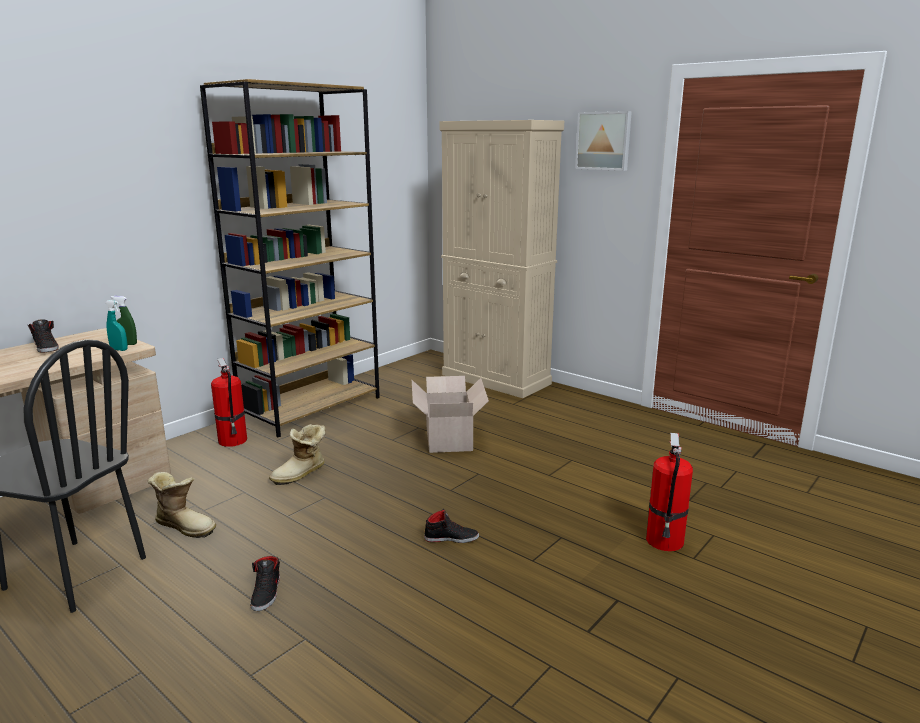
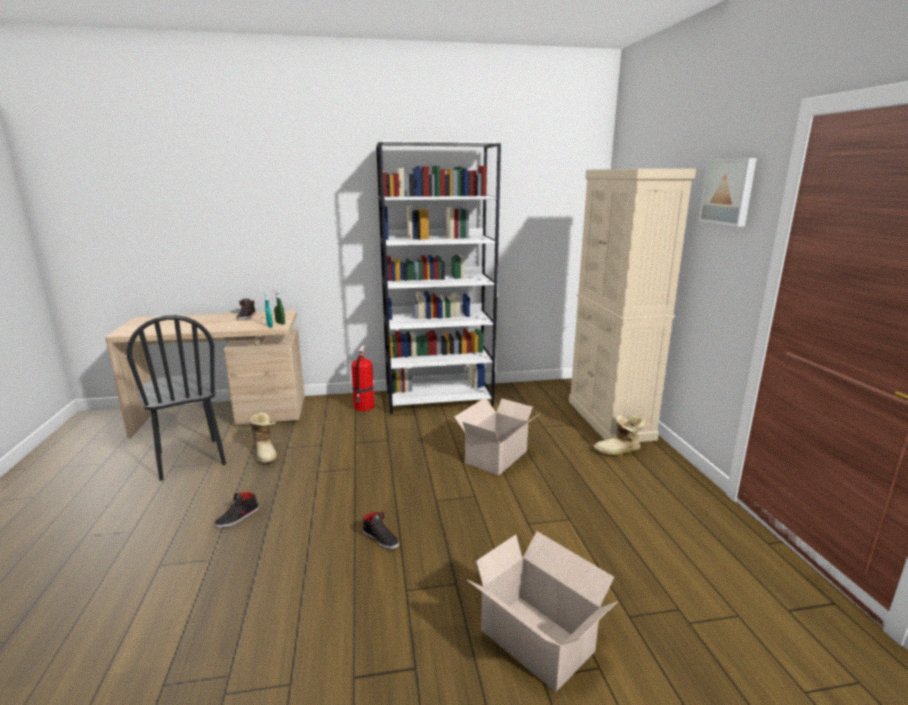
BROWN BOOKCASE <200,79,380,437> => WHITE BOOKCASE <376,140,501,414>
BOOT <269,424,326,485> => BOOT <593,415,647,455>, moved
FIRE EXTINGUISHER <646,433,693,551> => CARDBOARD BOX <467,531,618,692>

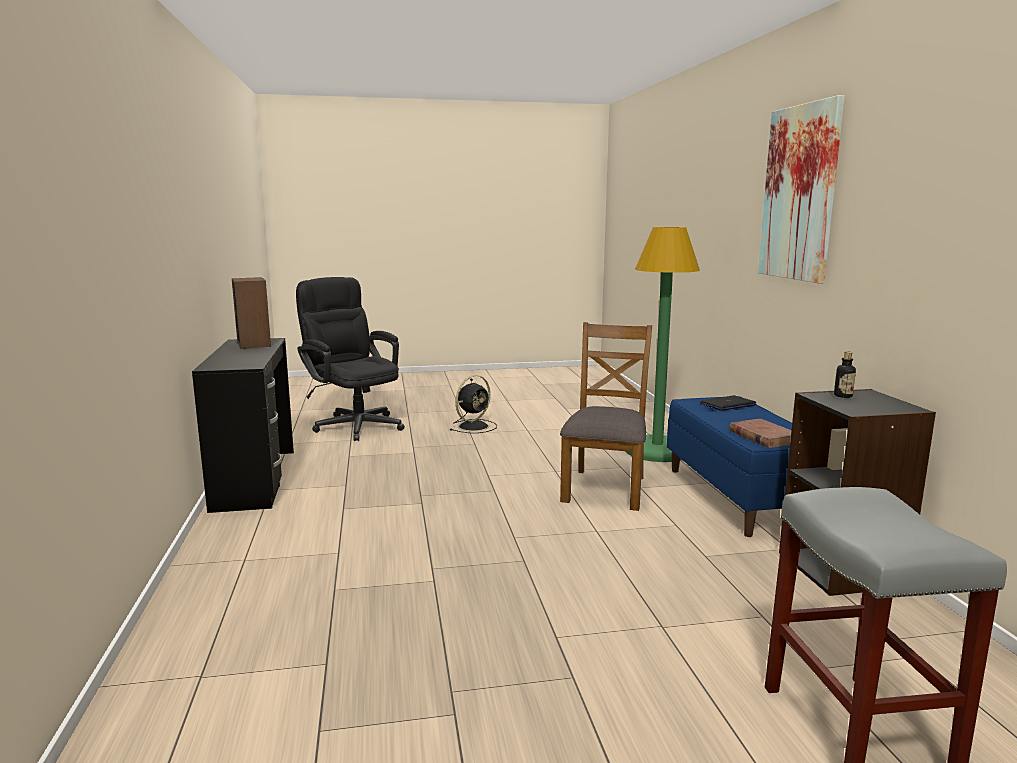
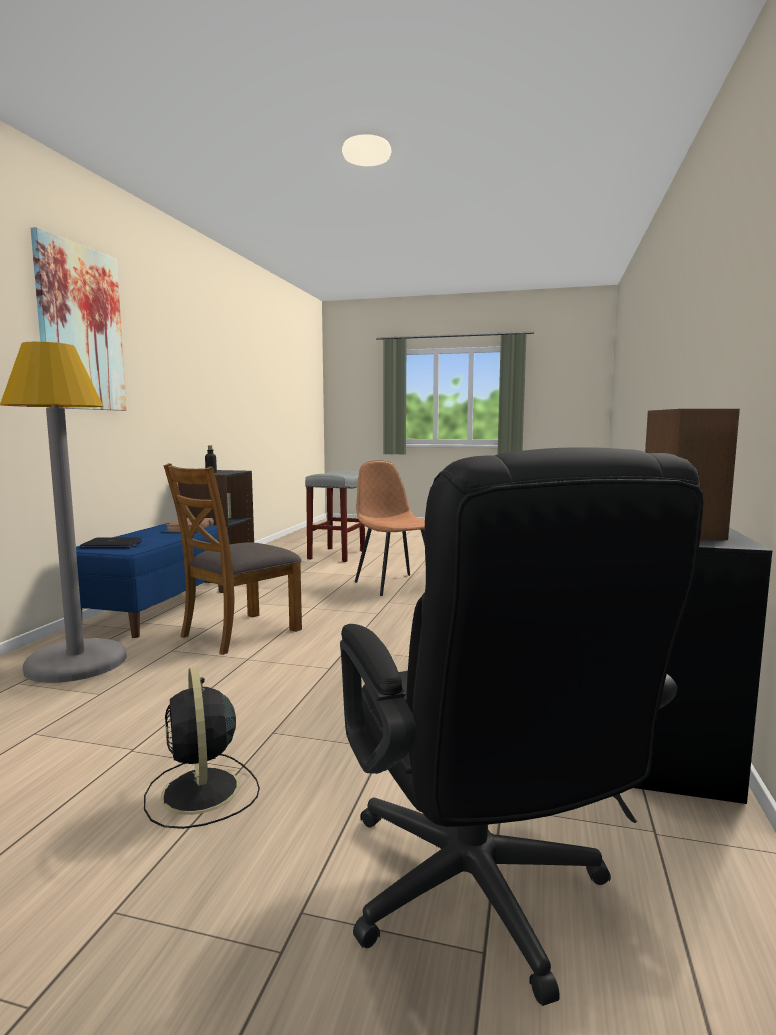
BLACK FAN <450,375,497,433> => BLACK FAN <144,667,260,829>, 90 degrees counterclockwise
GREEN FLOOR LAMP <625,227,700,462> => GREY FLOOR LAMP <0,342,127,683>
nothing => BROWN CHAIR <355,460,425,596>

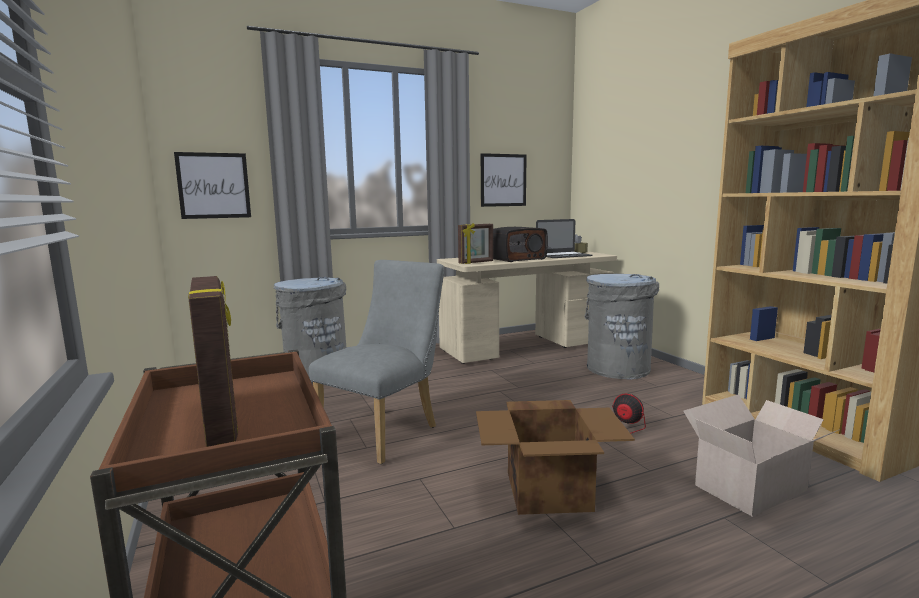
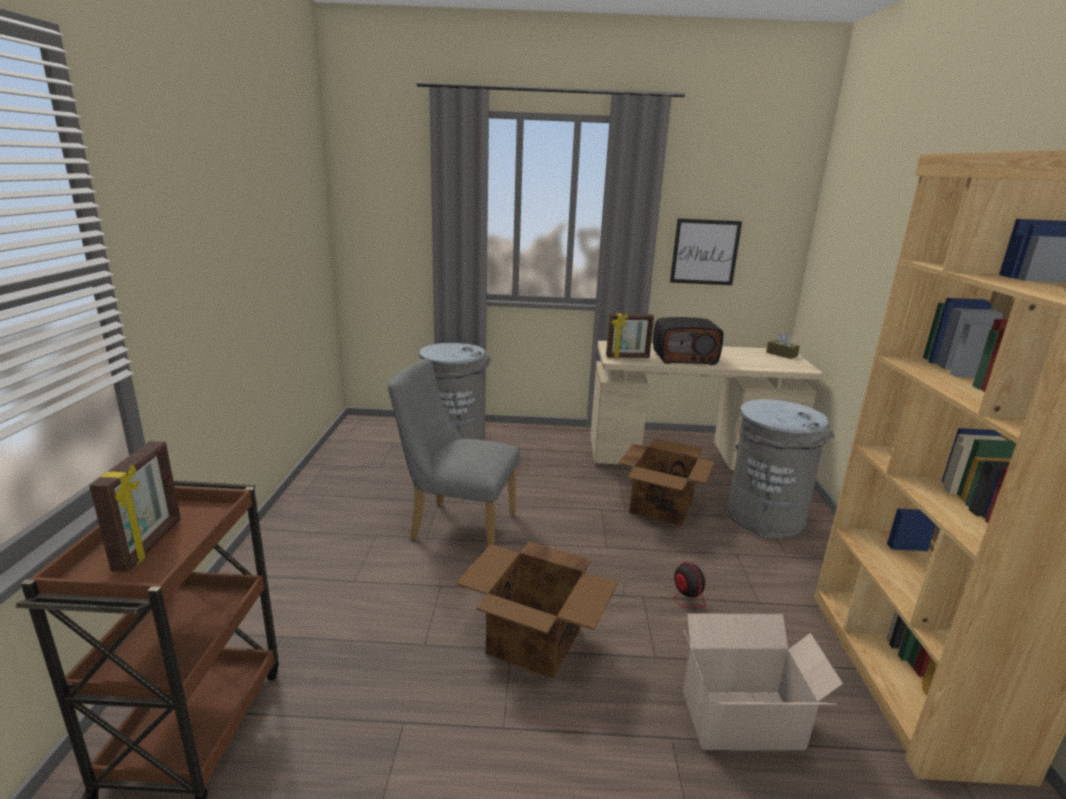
PICTURE <174,152,251,219> => nothing
GREY CHAIR <309,260,444,464> => GREY CHAIR <388,358,520,548>, 135 degrees counterclockwise
LAPTOP <536,219,592,258> => nothing
nothing => CARDBOARD BOX <619,438,715,526>

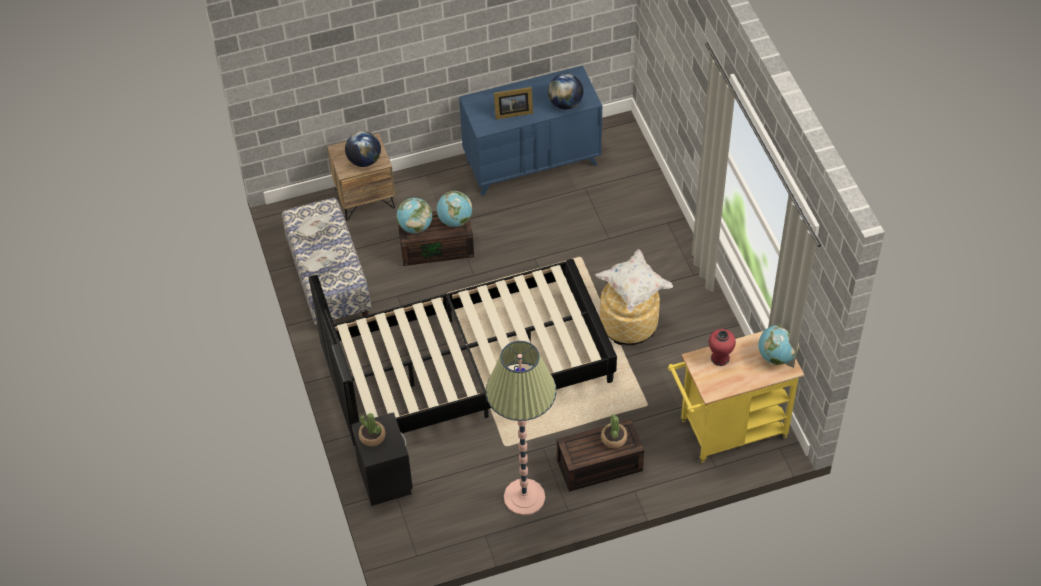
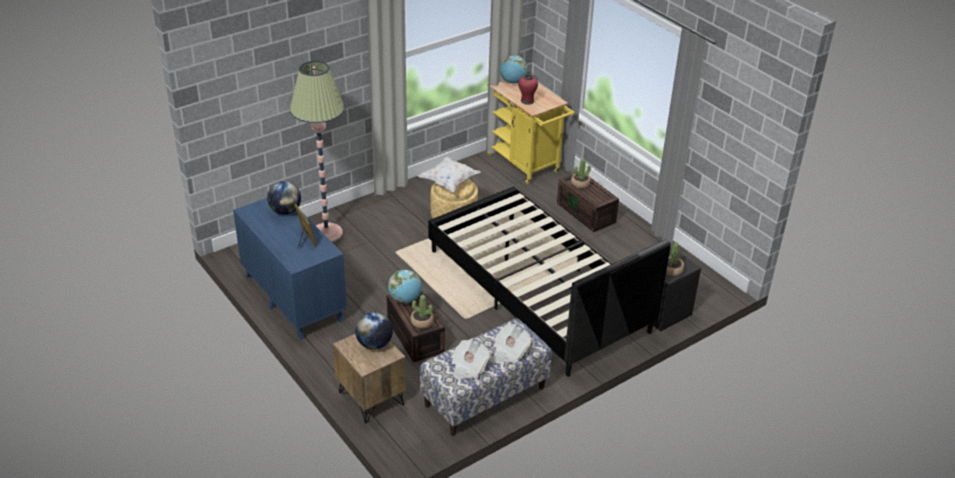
GLOBE <397,198,432,233> => POTTED PLANT <411,295,434,329>
FLOOR LAMP <486,341,557,516> => FLOOR LAMP <290,61,344,242>, moved

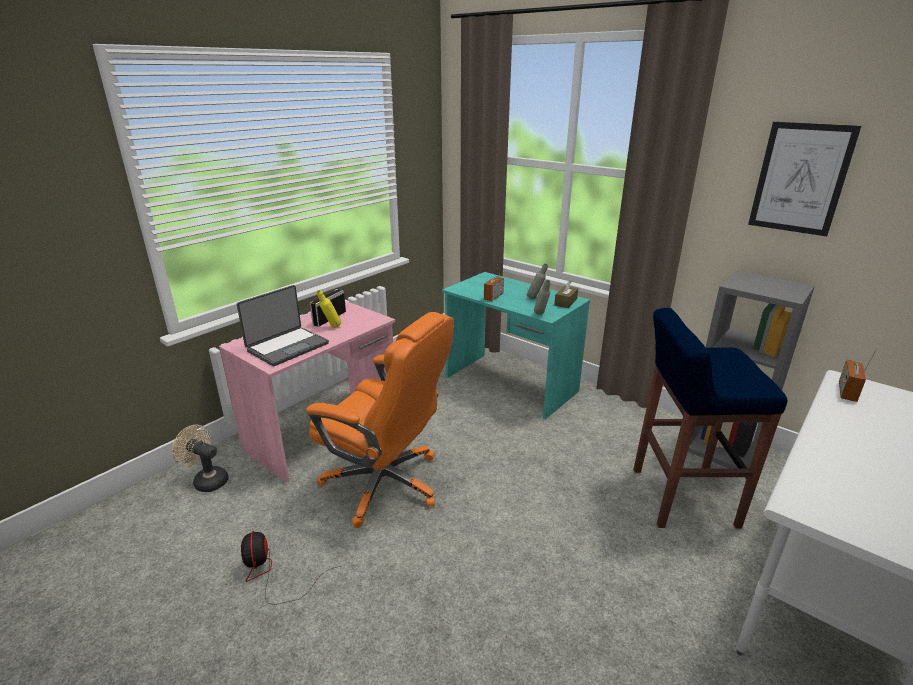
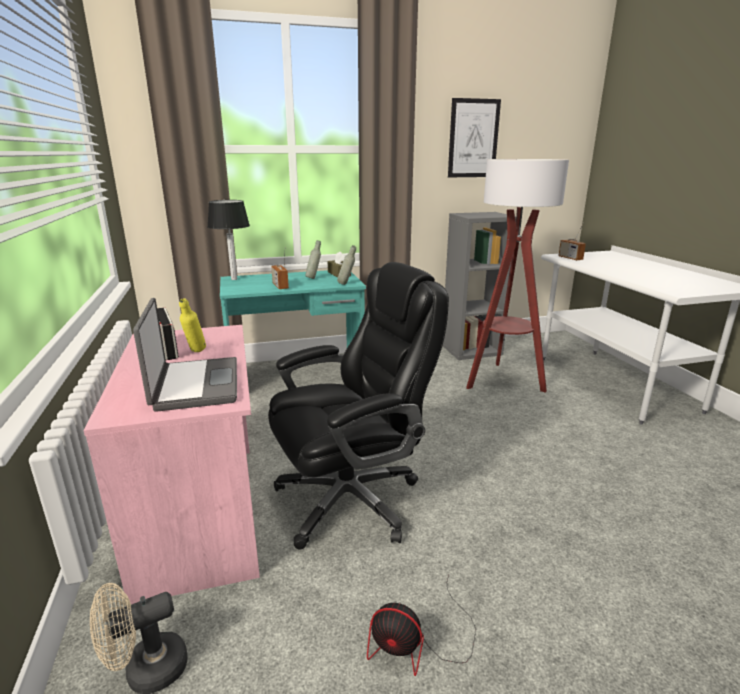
ORANGE OFFICE CHAIR <306,312,454,528> => BLACK OFFICE CHAIR <268,262,449,549>
BLUE STOOL <633,308,787,529> => FLOOR LAMP <466,159,569,393>
nothing => TABLE LAMP <207,200,250,280>

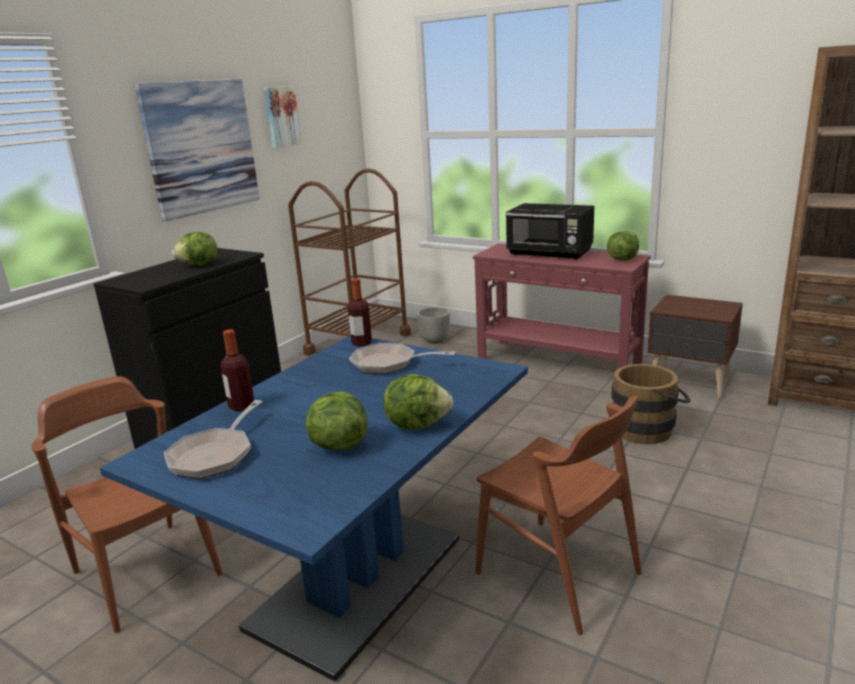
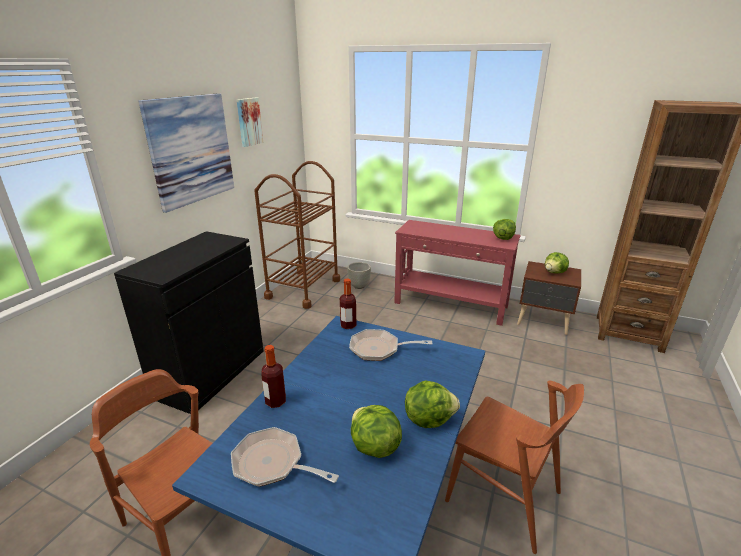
FRYING PAN <164,400,262,479> => FRYING PAN <231,427,339,487>, 105 degrees clockwise
LETTUCE <172,232,217,266> => LETTUCE <545,252,569,274>, moved
BLACK MICROWAVE <505,203,594,260> => nothing
BROWN BUCKET <611,364,691,444> => nothing

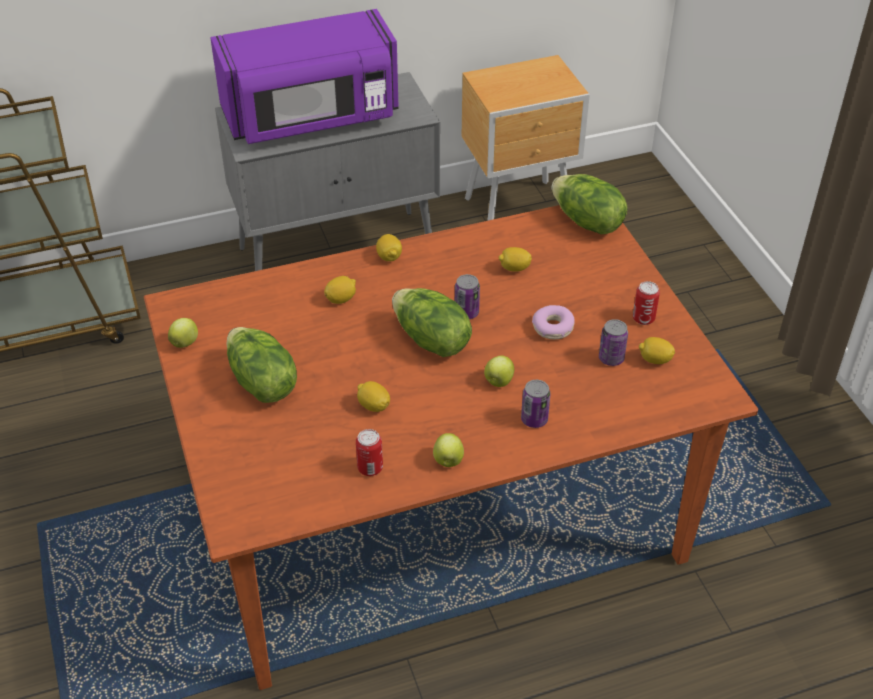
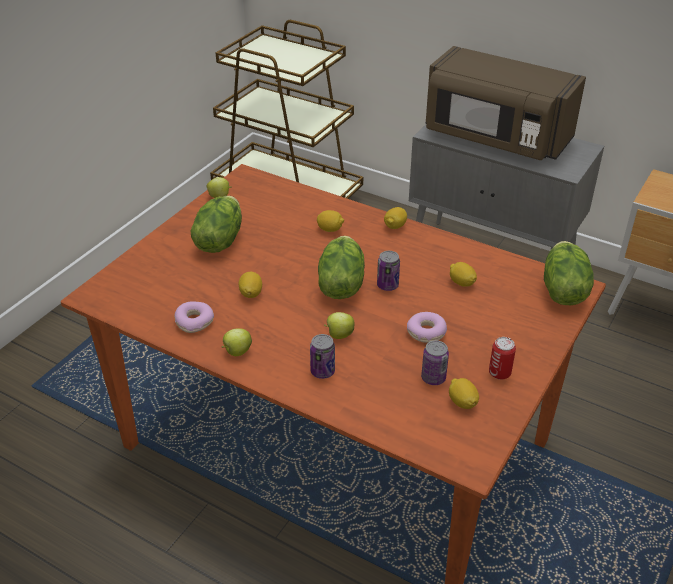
PURPLE MICROWAVE <210,9,399,144> => BROWN MICROWAVE <426,46,586,160>
CAN <356,429,383,476> => DONUT <174,301,214,333>

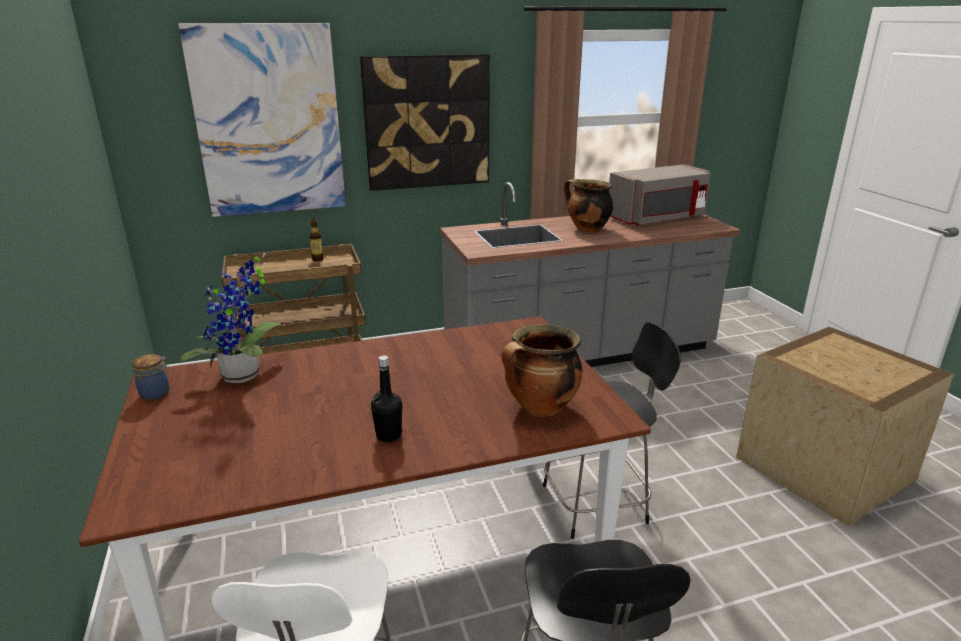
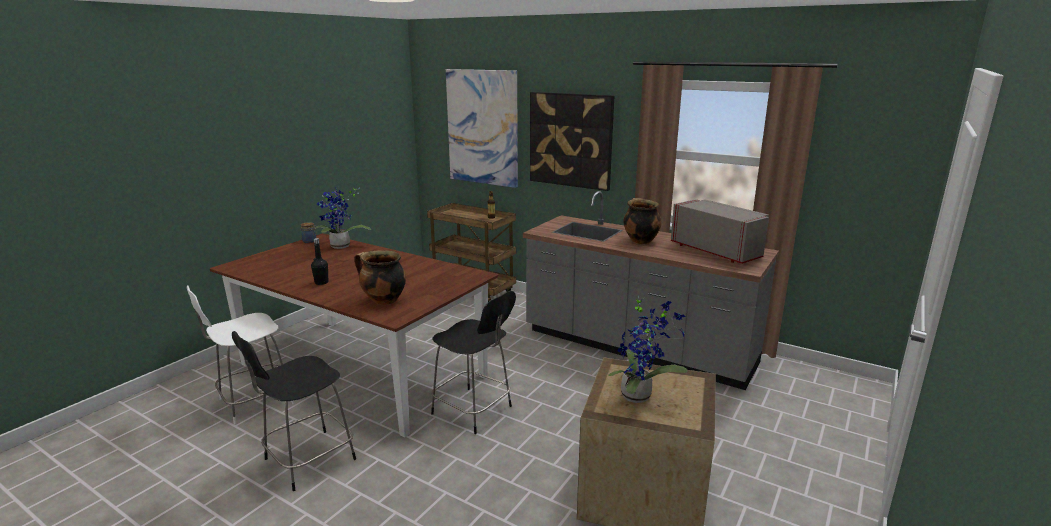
GREY MICROWAVE <609,164,711,226> => GREY MICROWAVE <671,199,769,264>, 150 degrees counterclockwise
nothing => POTTED PLANT <608,296,687,403>

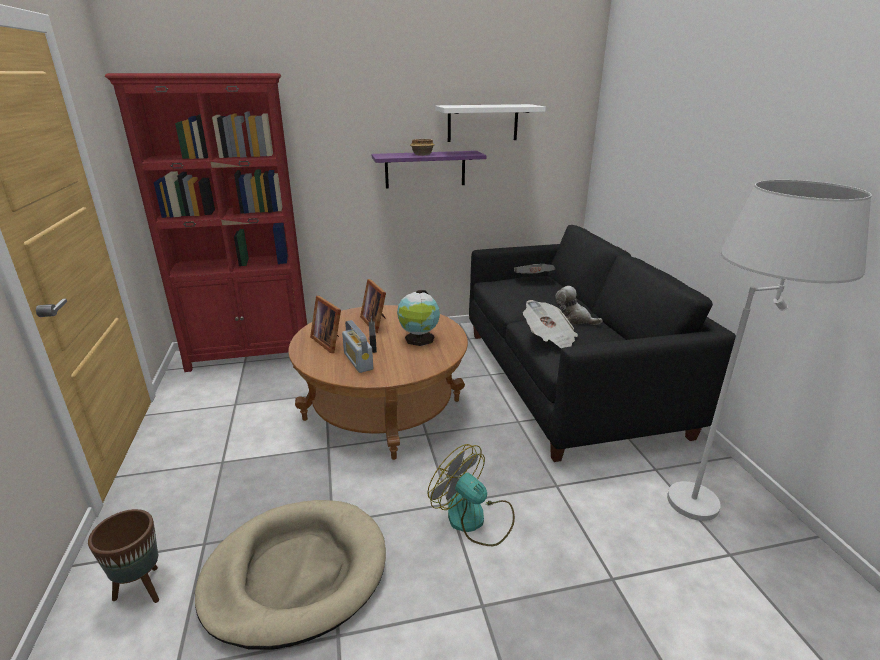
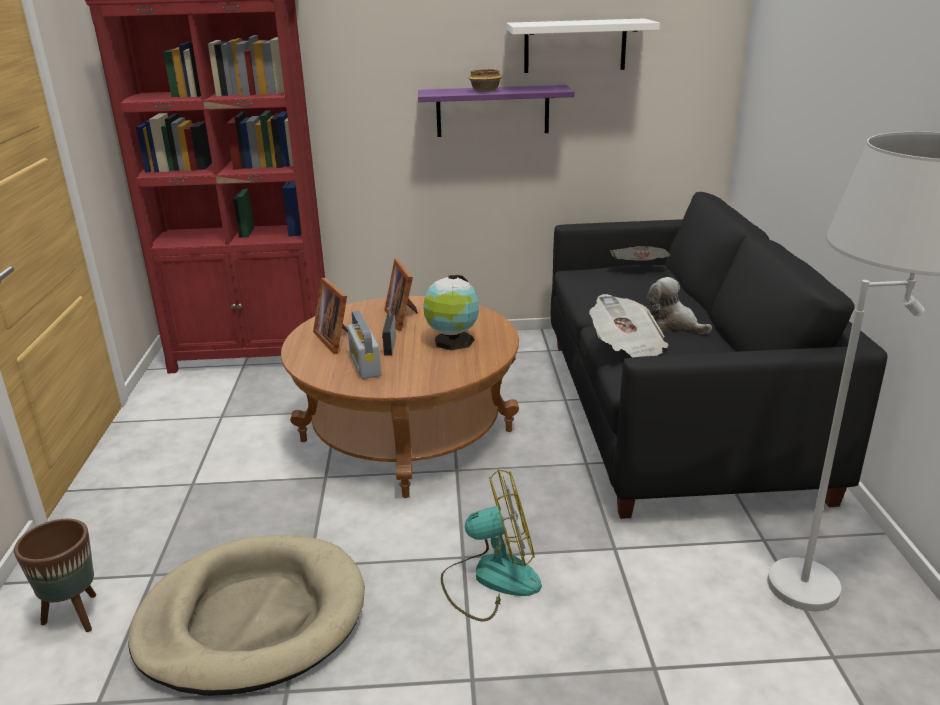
FAN <427,444,515,546> => FAN <441,469,542,622>, 120 degrees clockwise

